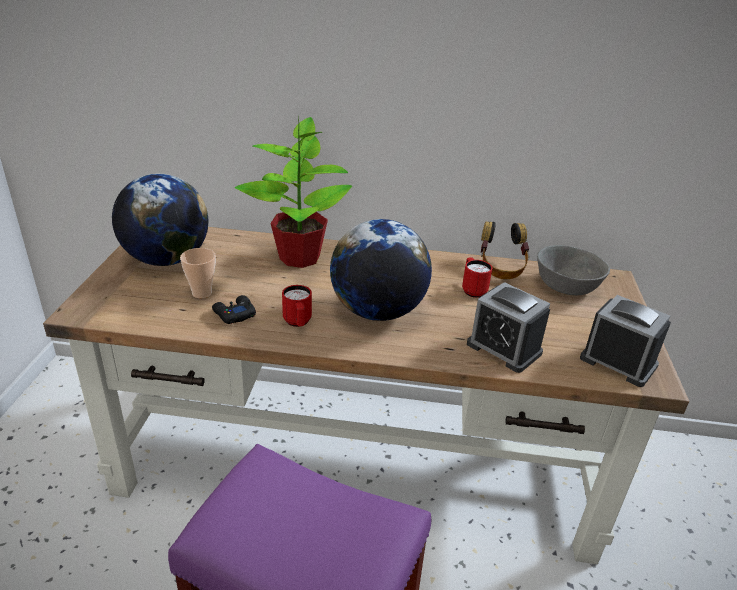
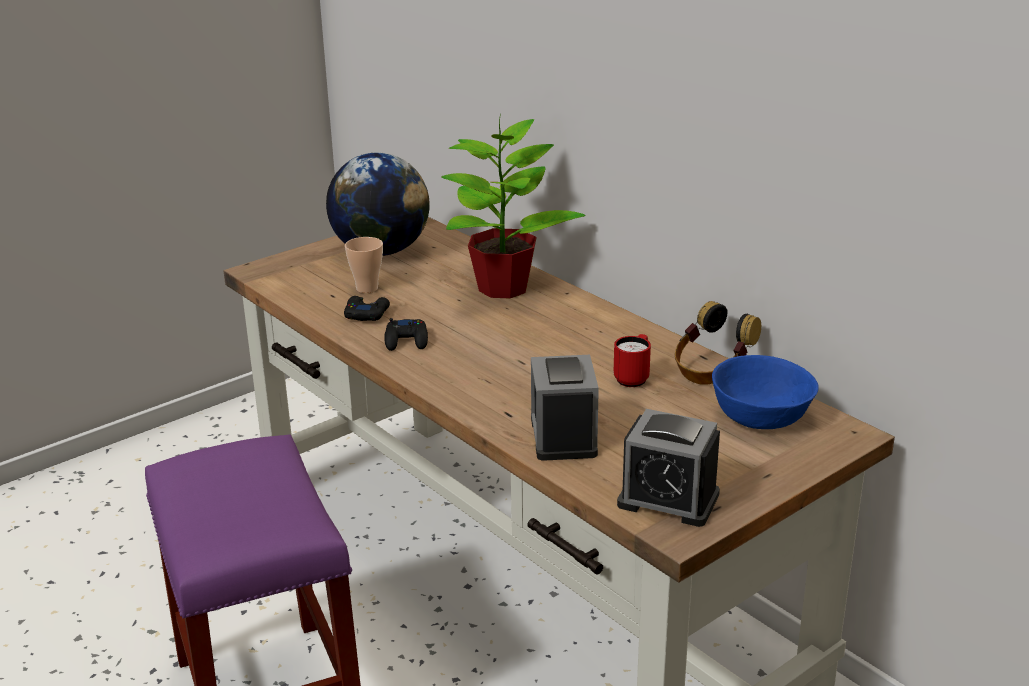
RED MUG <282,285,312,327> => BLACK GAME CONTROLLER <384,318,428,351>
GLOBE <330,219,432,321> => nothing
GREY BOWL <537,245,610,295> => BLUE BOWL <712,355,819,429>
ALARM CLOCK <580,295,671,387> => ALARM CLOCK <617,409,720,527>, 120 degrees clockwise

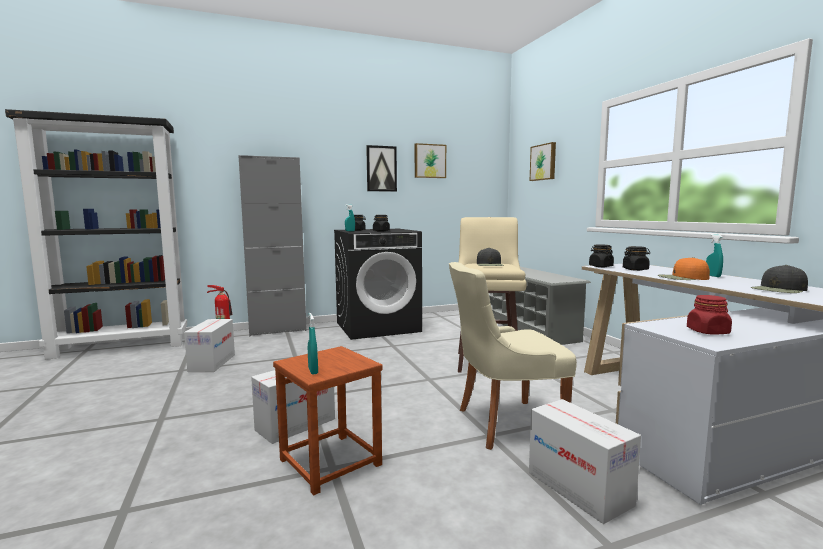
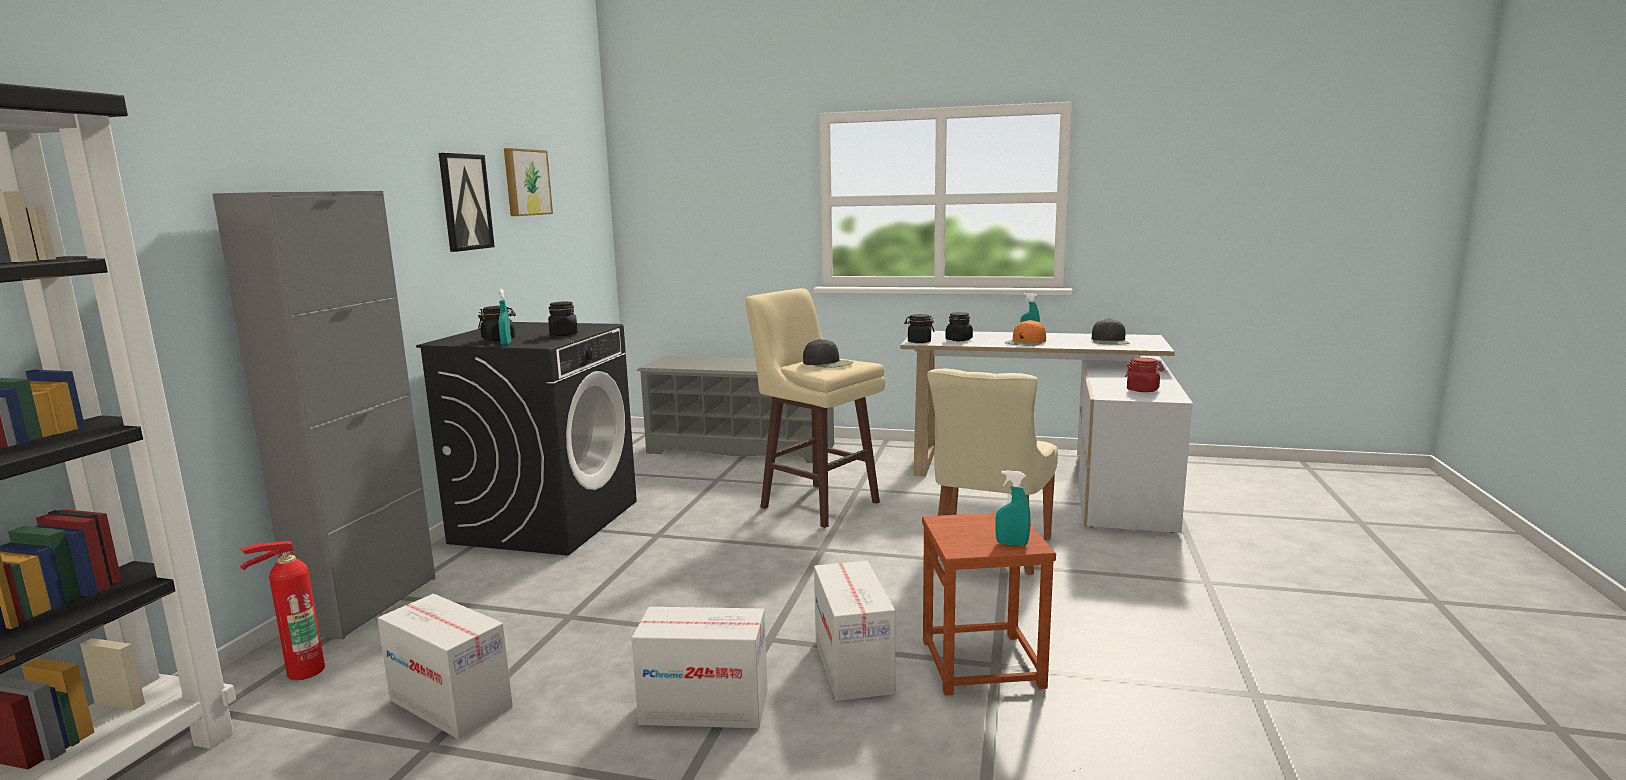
CARDBOARD BOX <529,399,641,524> => CARDBOARD BOX <631,607,768,728>, moved
PICTURE <530,142,556,181> => nothing

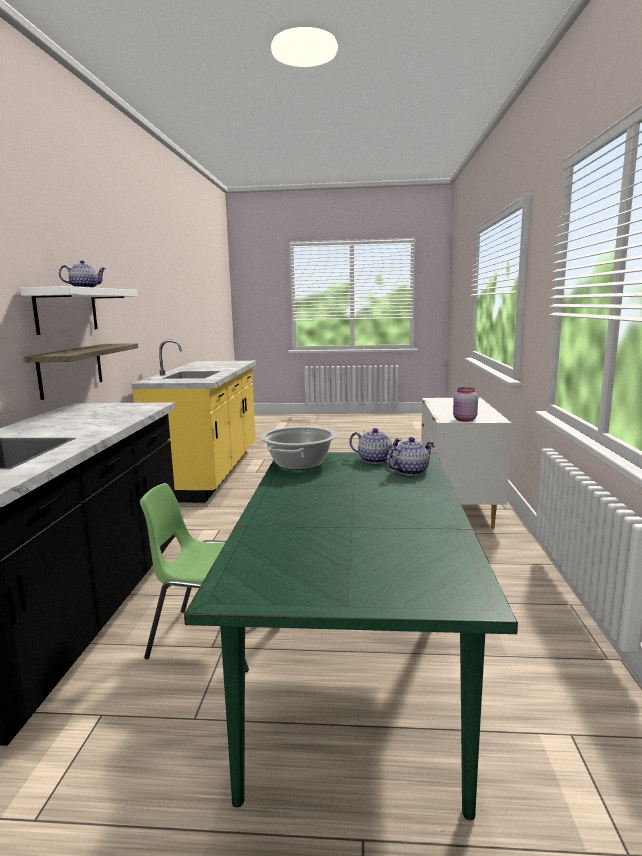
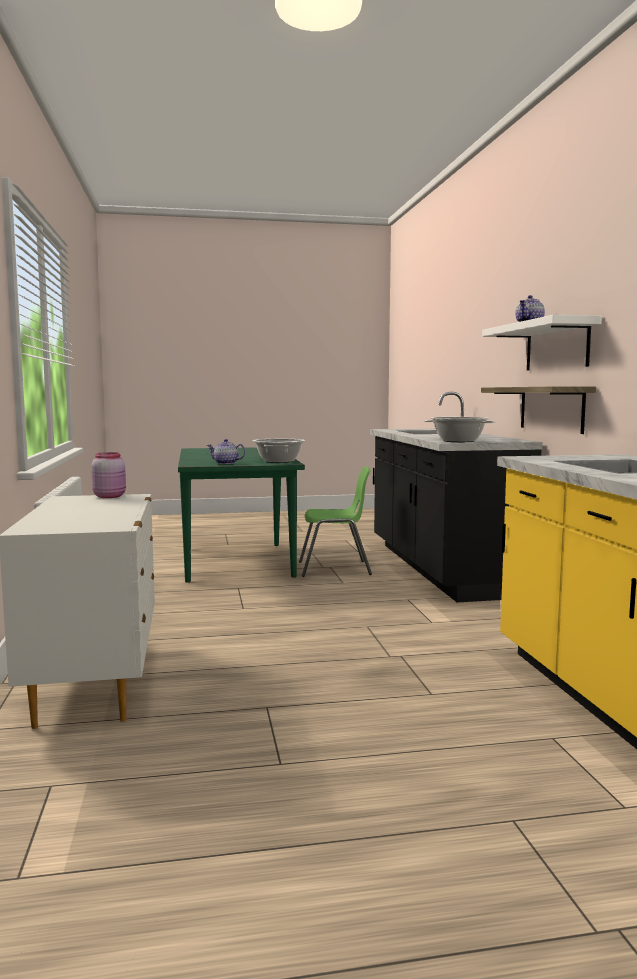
TEAPOT <387,437,434,476> => nothing
nothing => COOKING POT <424,417,496,442>

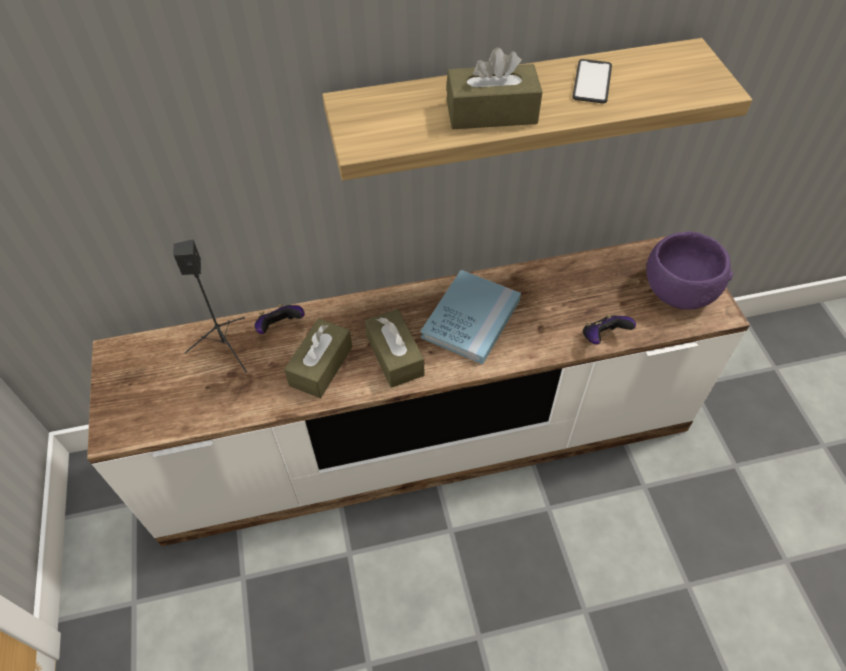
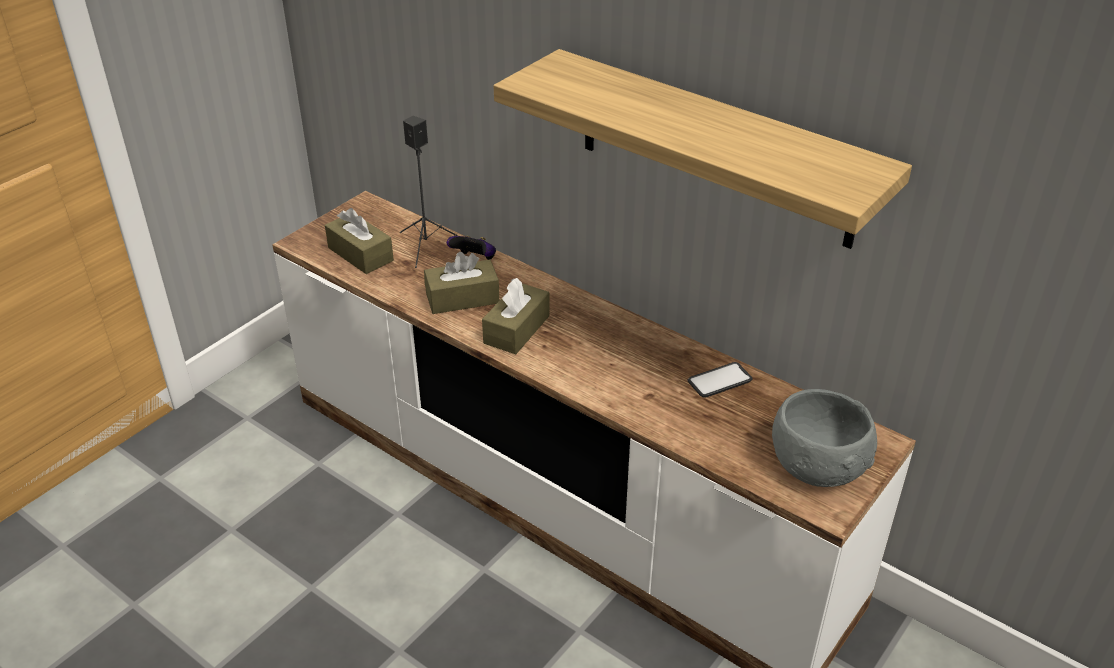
BLUE BOOK <421,270,521,364> => nothing
BROWN TISSUE BOX <446,47,542,129> => BROWN TISSUE BOX <325,208,394,274>, moved
PHONE <572,59,612,104> => PHONE <688,362,753,397>, moved
GAME CONTROLLER <583,314,636,345> => nothing
PURPLE BOWL <646,231,733,310> => GREY BOWL <772,389,877,487>

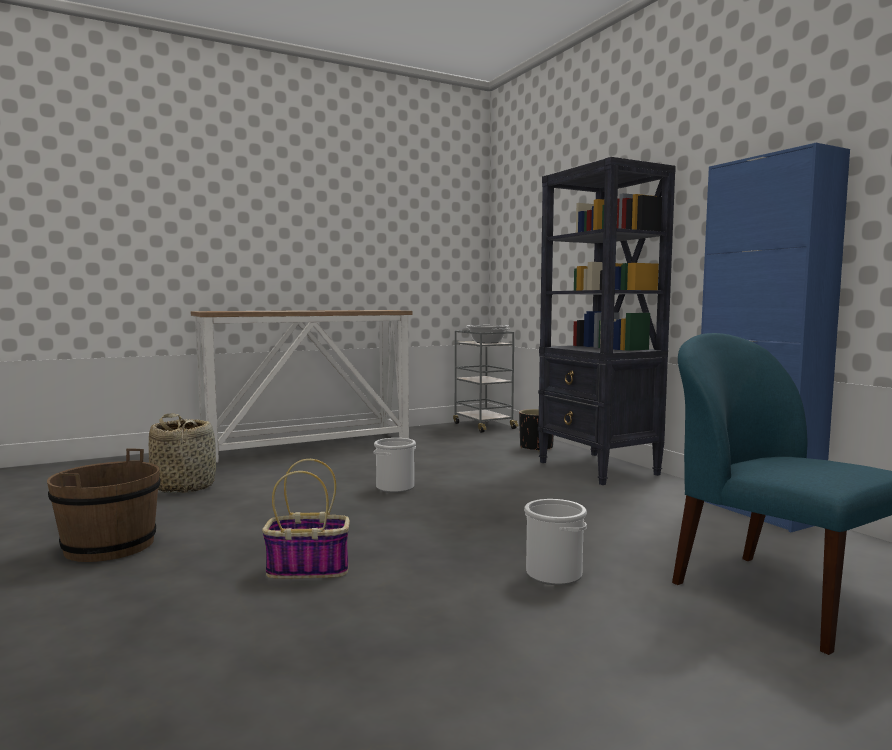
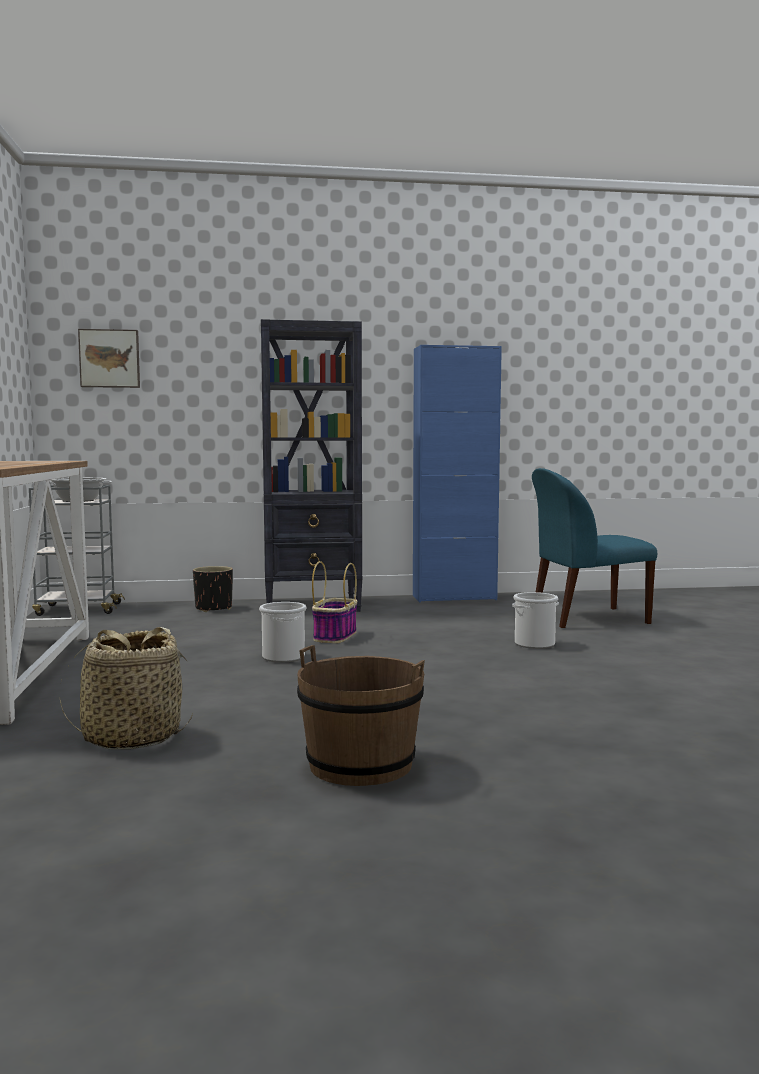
BASKET <262,459,350,579> => BASKET <312,561,357,643>, moved
nothing => PICTURE <78,329,140,388>

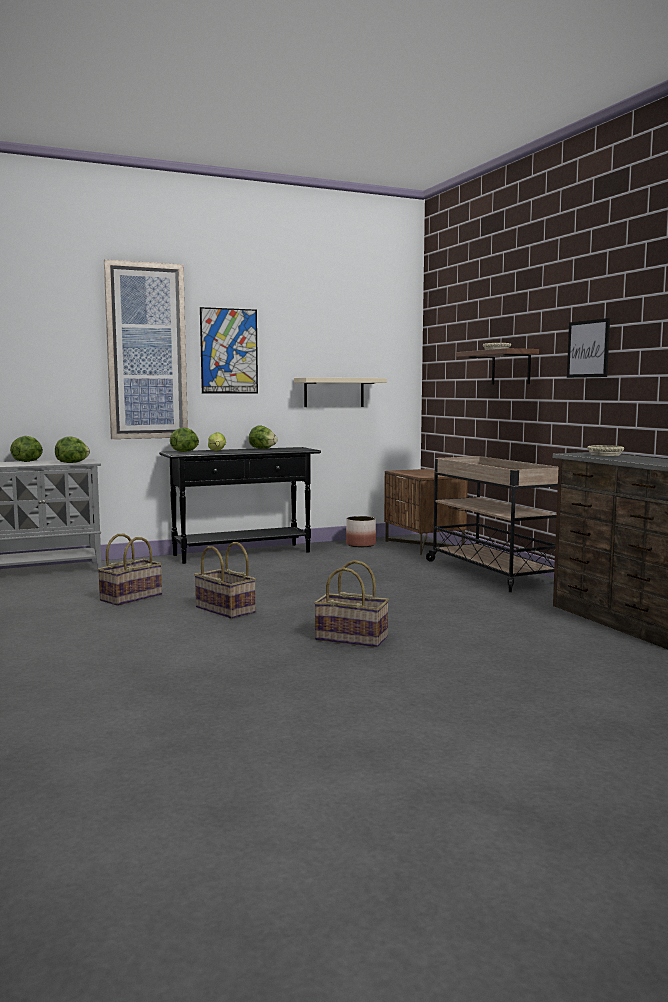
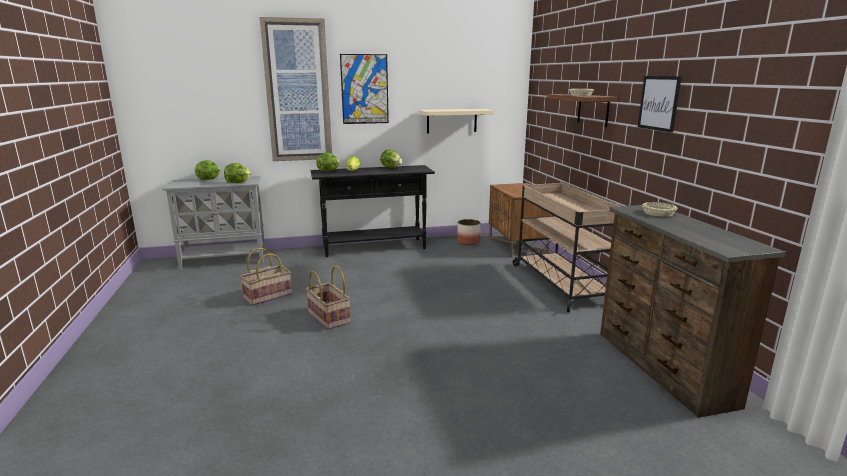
BASKET <314,560,389,647> => nothing

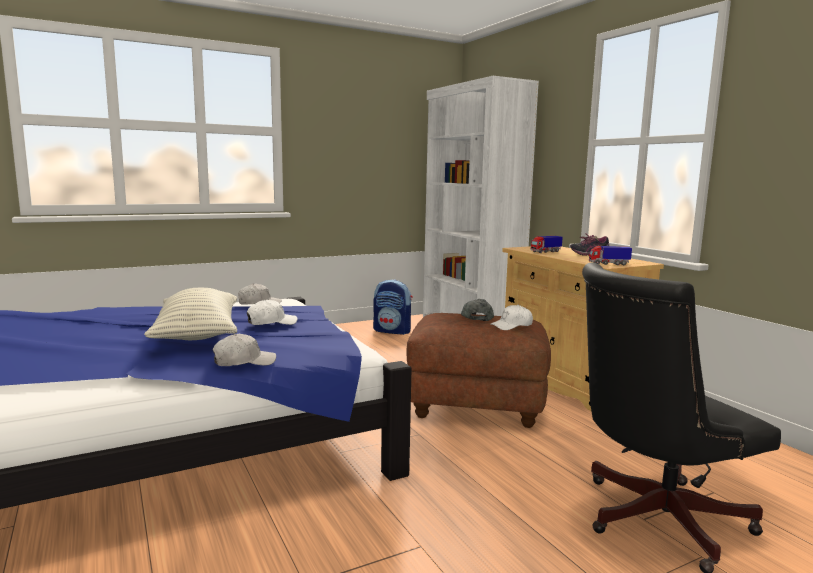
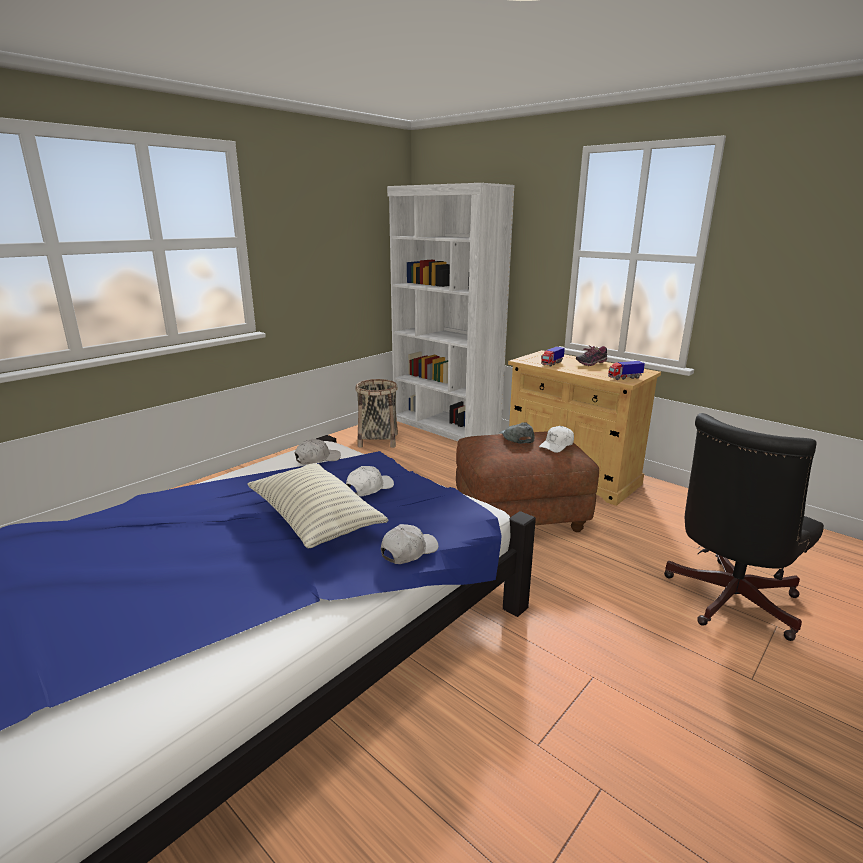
BACKPACK <373,279,413,335> => BASKET <355,379,398,448>

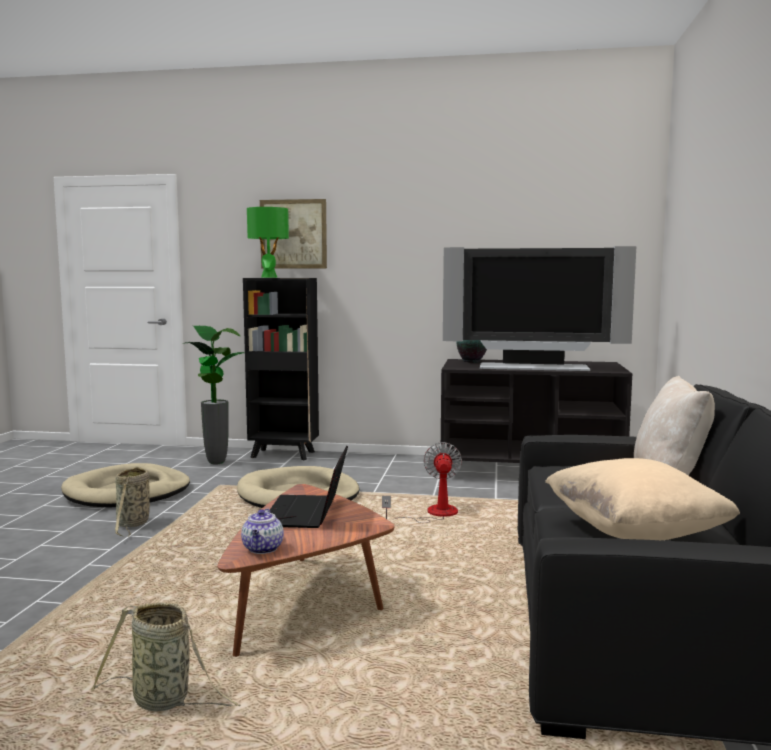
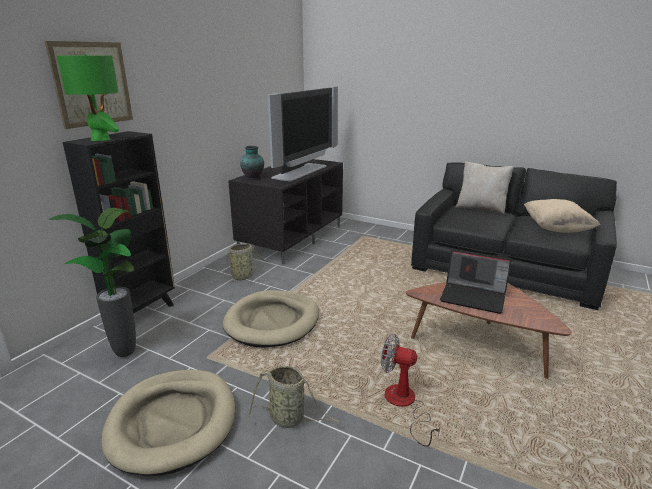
BASKET <91,602,241,711> => BASKET <223,244,268,283>, moved
TEAPOT <241,508,284,554> => nothing
FAN <382,442,462,523> => FAN <381,334,441,447>, moved

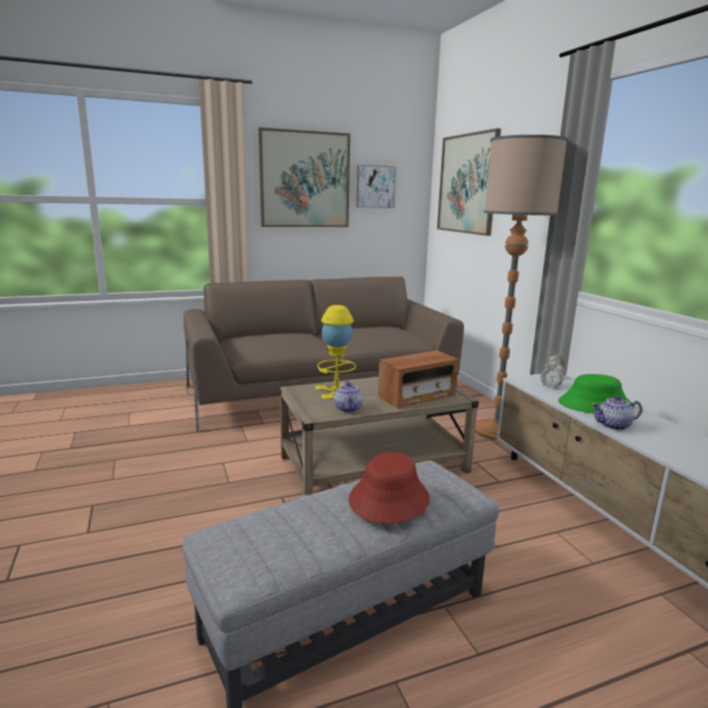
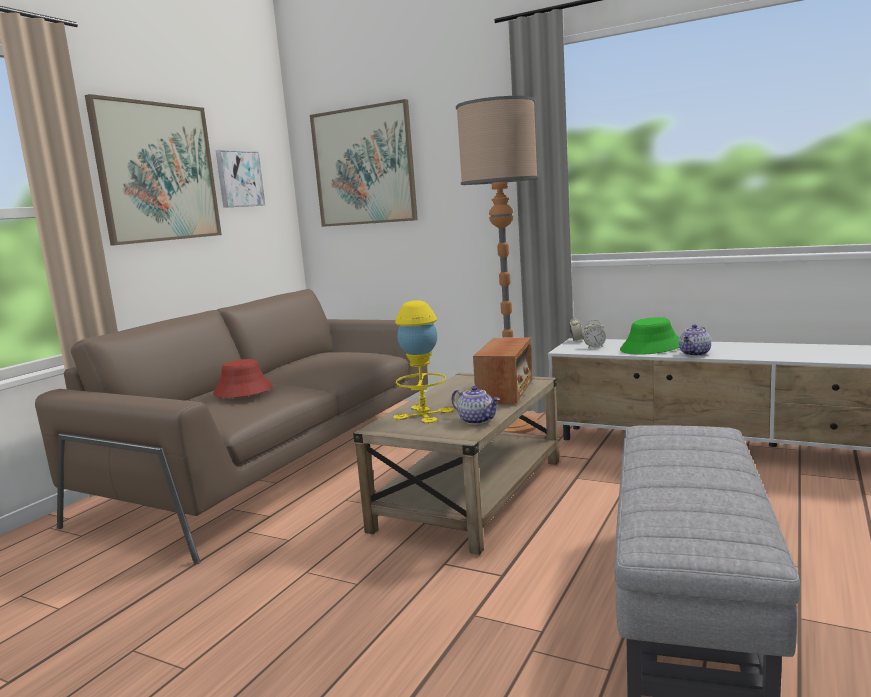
RED HAT <349,452,429,524> => RED HAT <213,359,273,398>, moved

